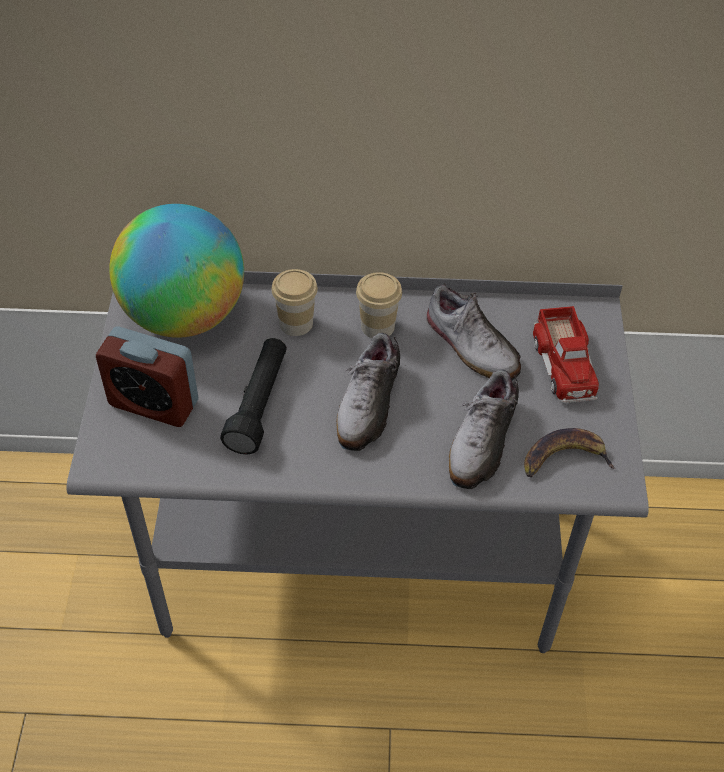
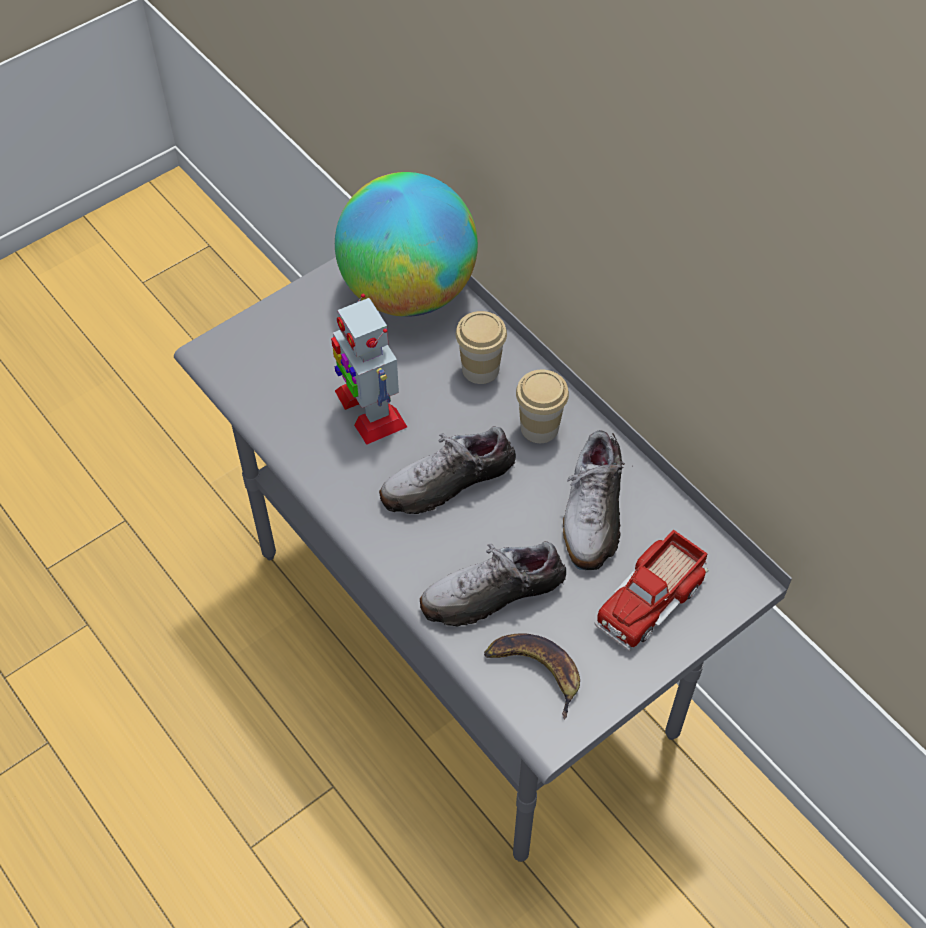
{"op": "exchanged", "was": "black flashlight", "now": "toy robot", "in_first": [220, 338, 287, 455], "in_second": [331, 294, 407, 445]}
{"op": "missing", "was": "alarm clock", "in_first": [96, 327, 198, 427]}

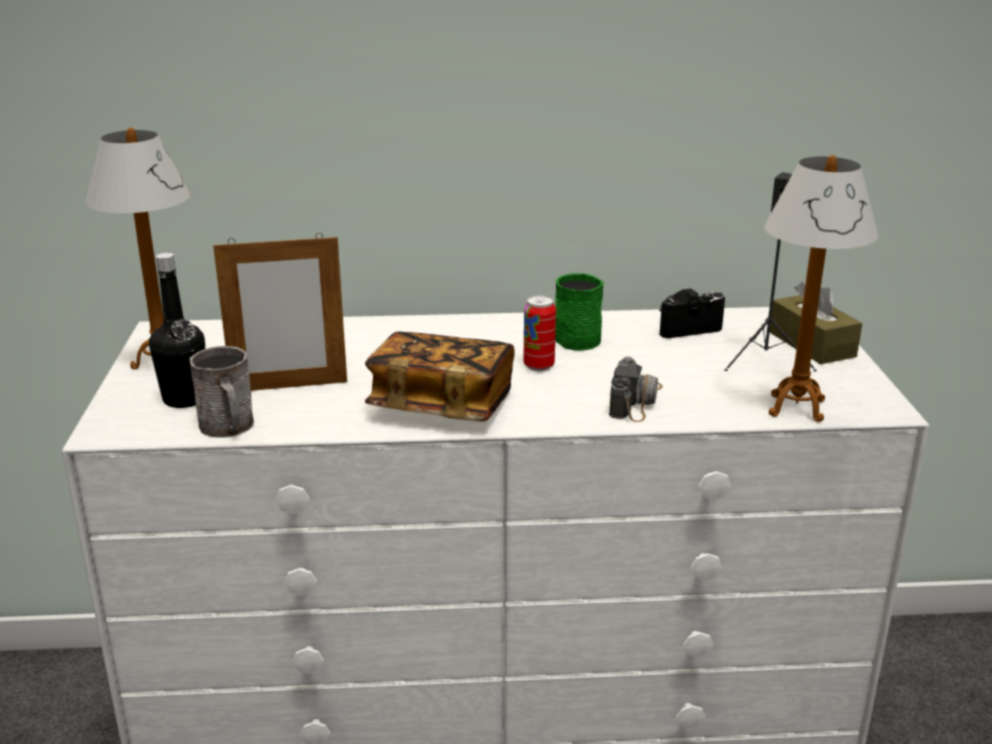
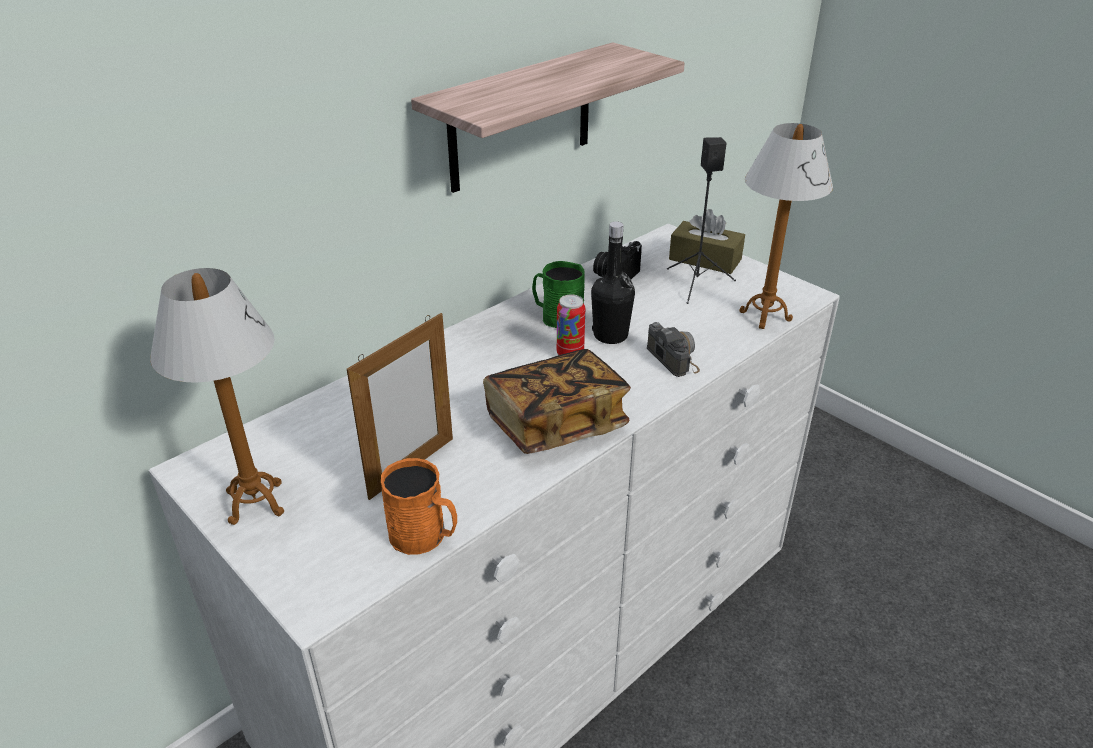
{"op": "colour", "was": "grey mug", "now": "orange mug", "in_first": [190, 346, 254, 438], "in_second": [381, 458, 457, 555]}
{"op": "appeared", "now": "shelf", "in_second": [411, 42, 685, 193]}
{"op": "relocated", "was": "black bottle", "in_first": [149, 253, 205, 408], "in_second": [591, 221, 635, 344]}

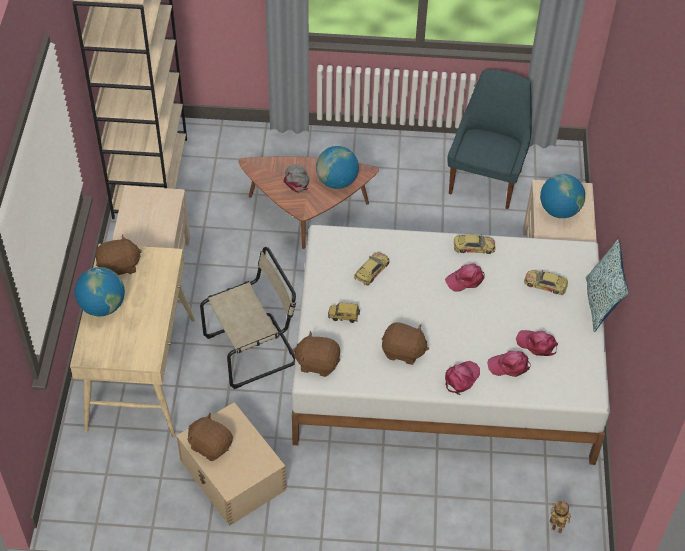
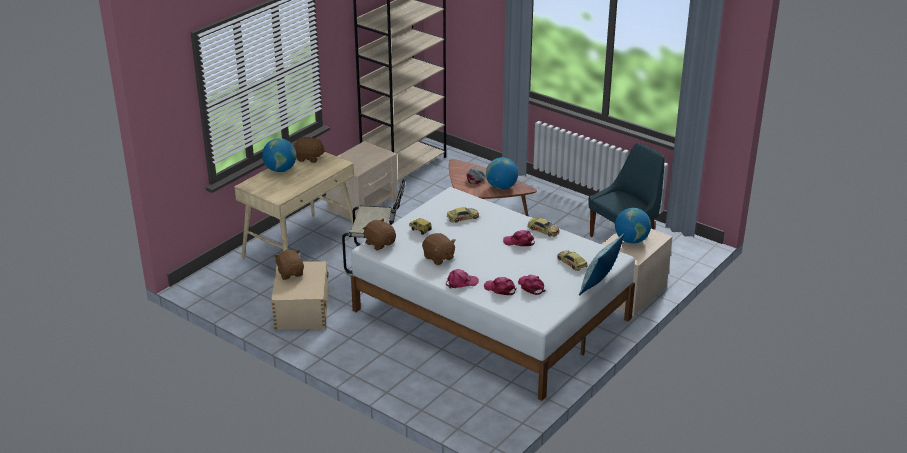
{"op": "missing", "was": "toy robot", "in_first": [550, 501, 571, 533]}

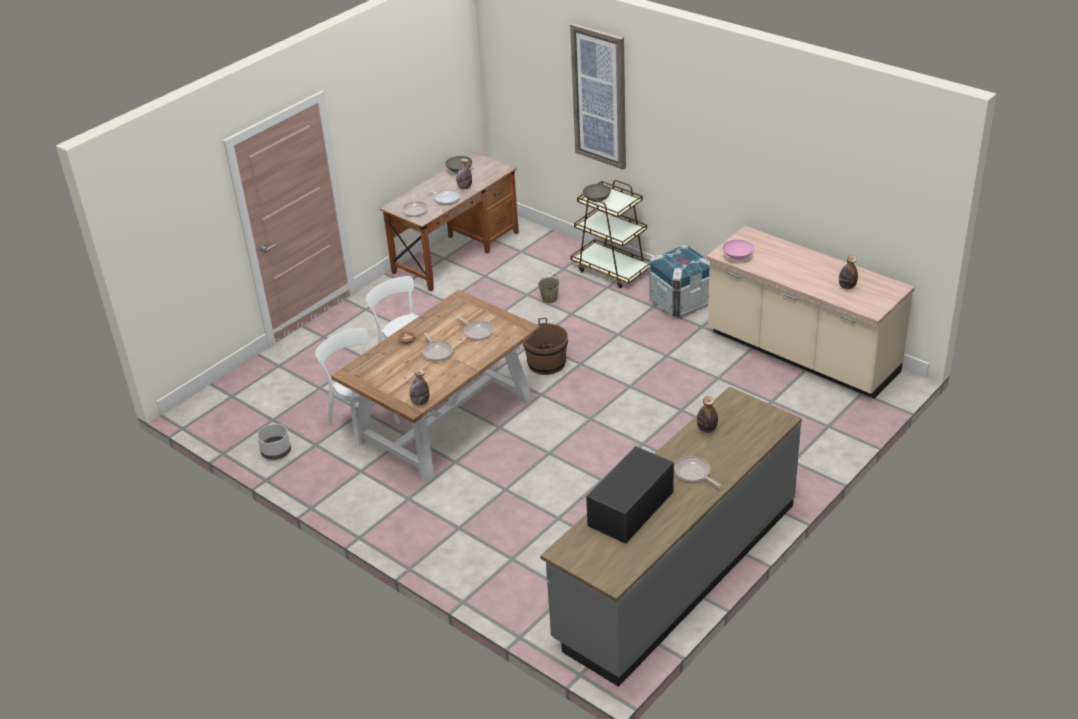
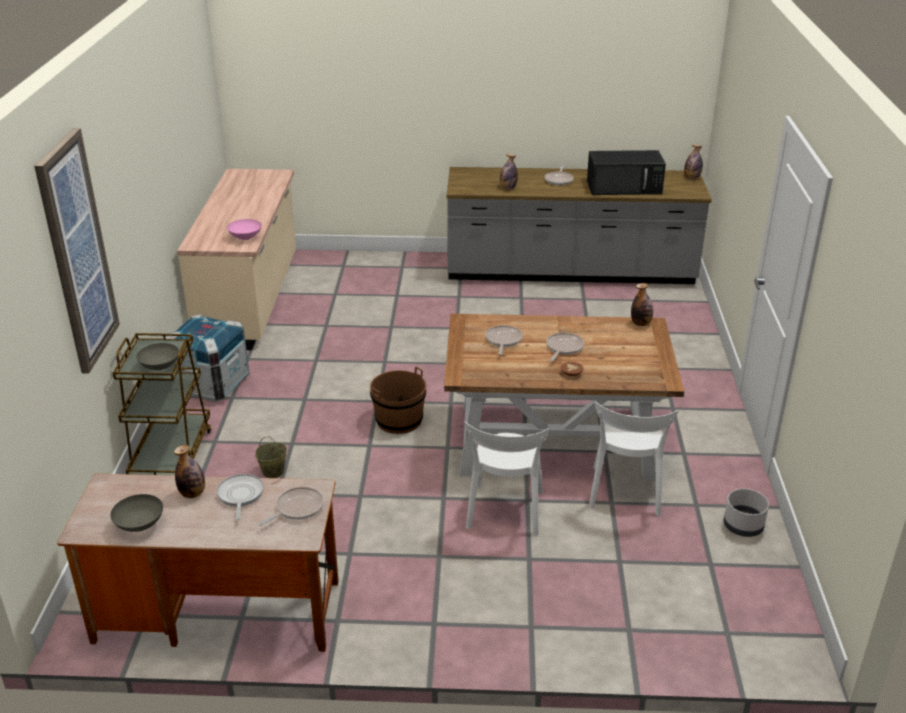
{"op": "relocated", "was": "bottle", "in_first": [839, 256, 858, 290], "in_second": [684, 144, 703, 179]}

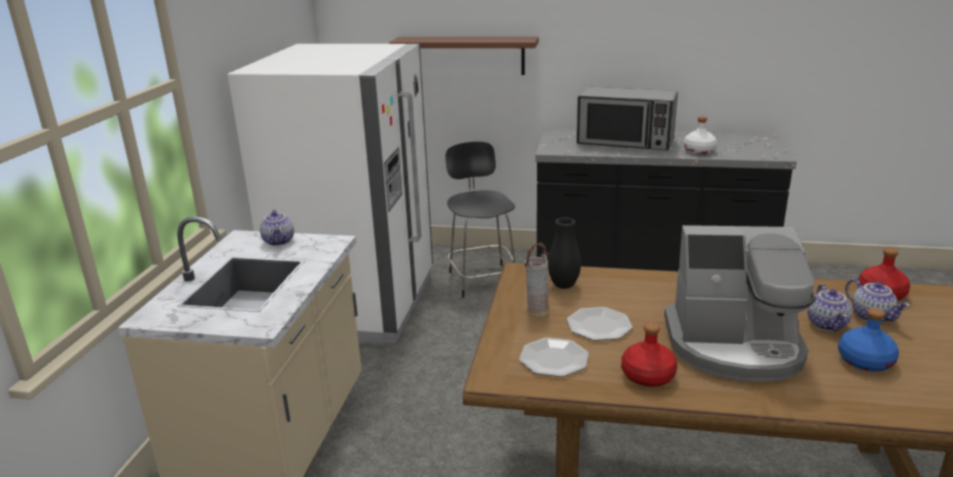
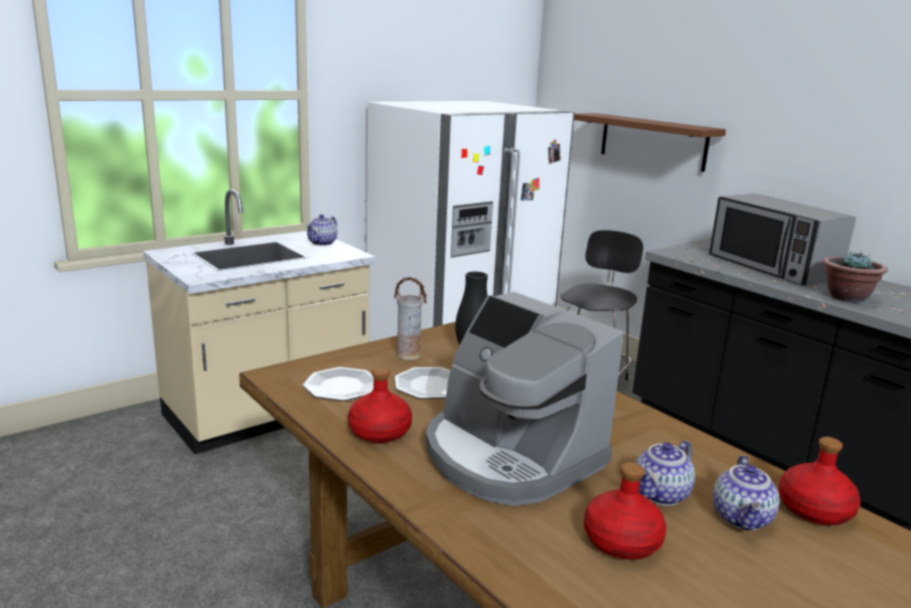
{"op": "colour", "was": "blue bottle", "now": "red bottle", "in_first": [838, 308, 899, 371], "in_second": [584, 462, 666, 560]}
{"op": "exchanged", "was": "white bottle", "now": "potted plant", "in_first": [683, 117, 717, 154], "in_second": [822, 251, 888, 303]}

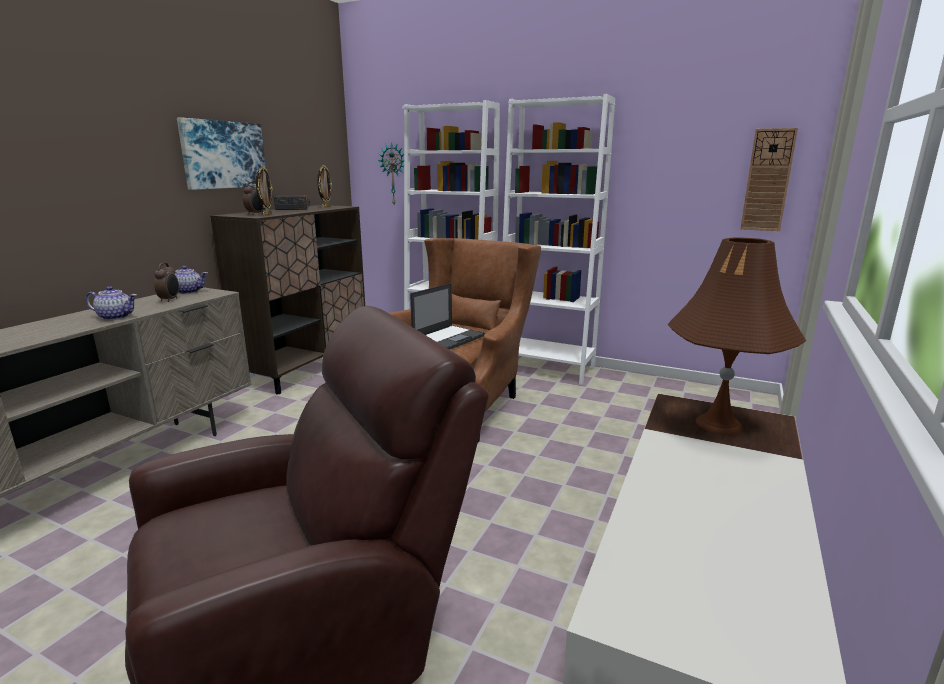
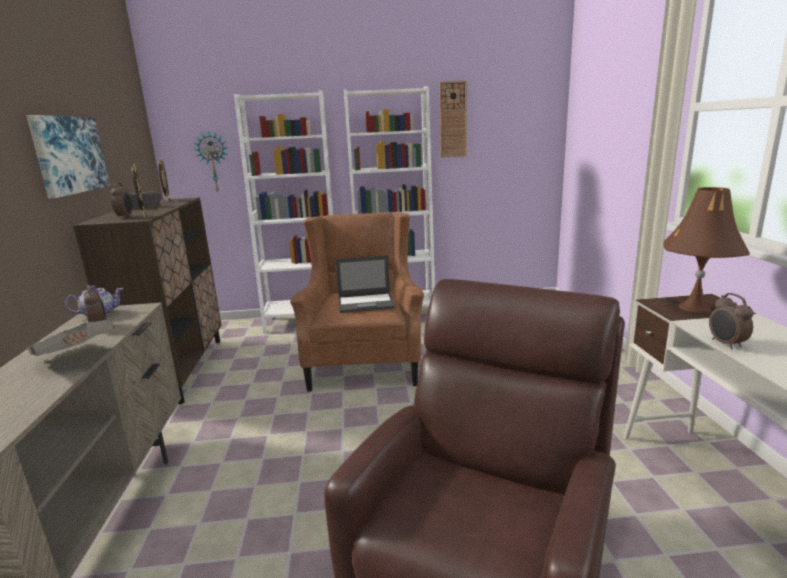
{"op": "exchanged", "was": "teapot", "now": "newspaper", "in_first": [86, 286, 137, 320], "in_second": [26, 320, 115, 356]}
{"op": "spun", "was": "laptop", "in_first": [410, 283, 486, 350], "in_second": [336, 255, 395, 313], "clockwise": 75}
{"op": "relocated", "was": "wall clock", "in_first": [740, 128, 798, 231], "in_second": [439, 81, 467, 158]}
{"op": "appeared", "now": "alarm clock", "in_second": [709, 293, 754, 349]}

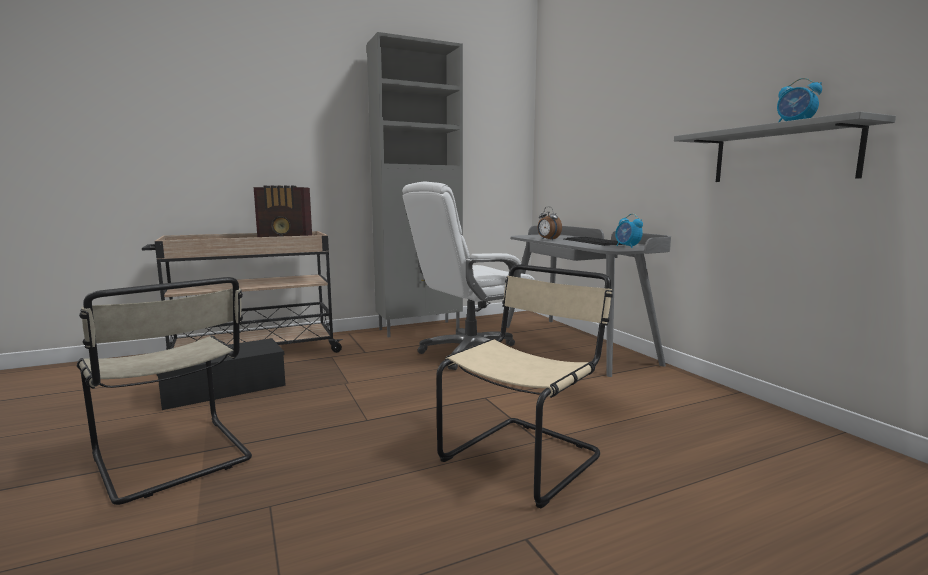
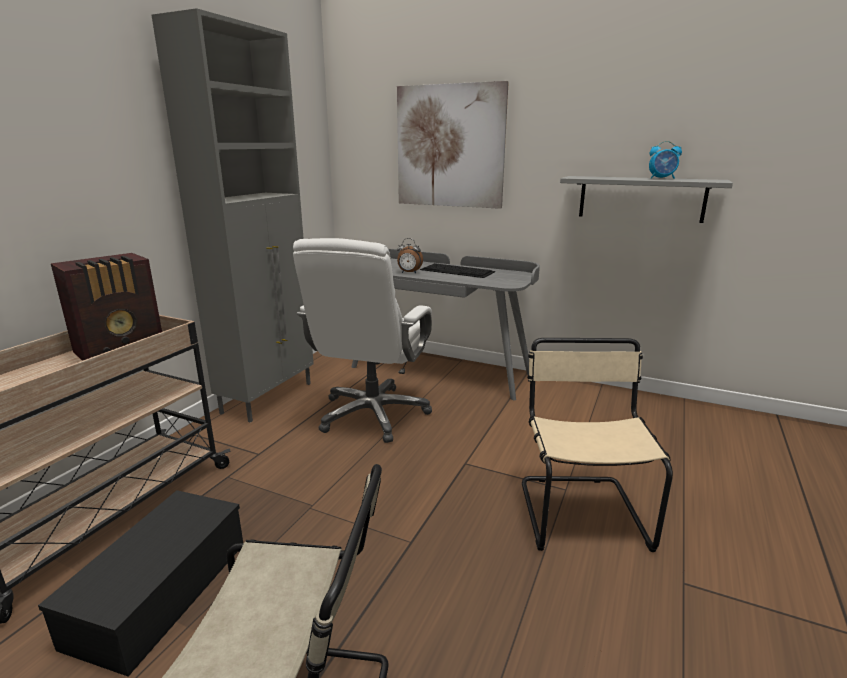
{"op": "appeared", "now": "picture", "in_second": [397, 81, 509, 209]}
{"op": "missing", "was": "alarm clock", "in_first": [615, 214, 643, 248]}

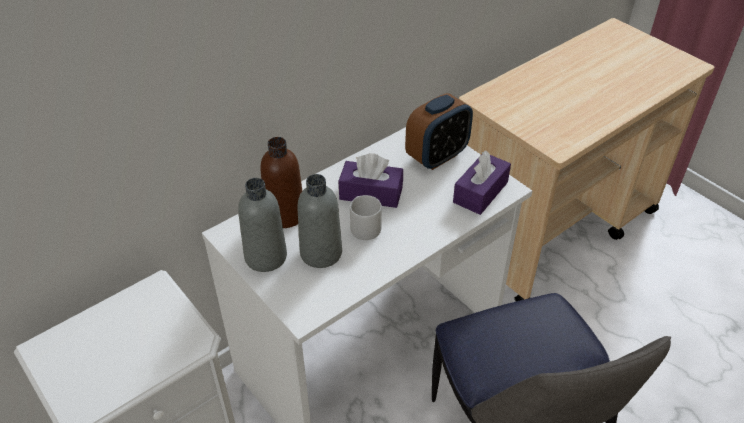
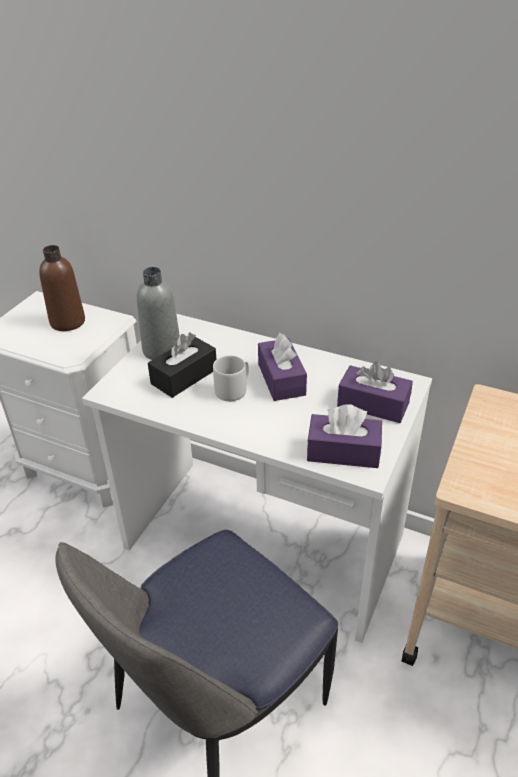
{"op": "relocated", "was": "brown bottle", "in_first": [260, 137, 302, 228], "in_second": [39, 245, 85, 331]}
{"op": "exchanged", "was": "grey bottle", "now": "black tissue box", "in_first": [297, 174, 342, 268], "in_second": [148, 332, 216, 398]}
{"op": "exchanged", "was": "alarm clock", "now": "purple tissue box", "in_first": [405, 93, 473, 170], "in_second": [337, 361, 413, 423]}

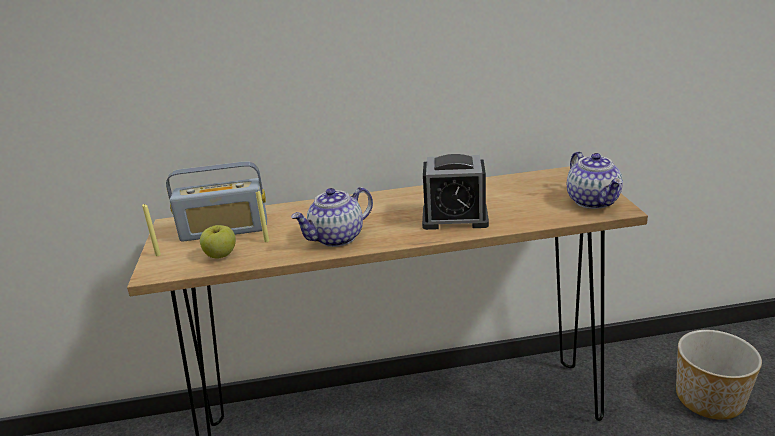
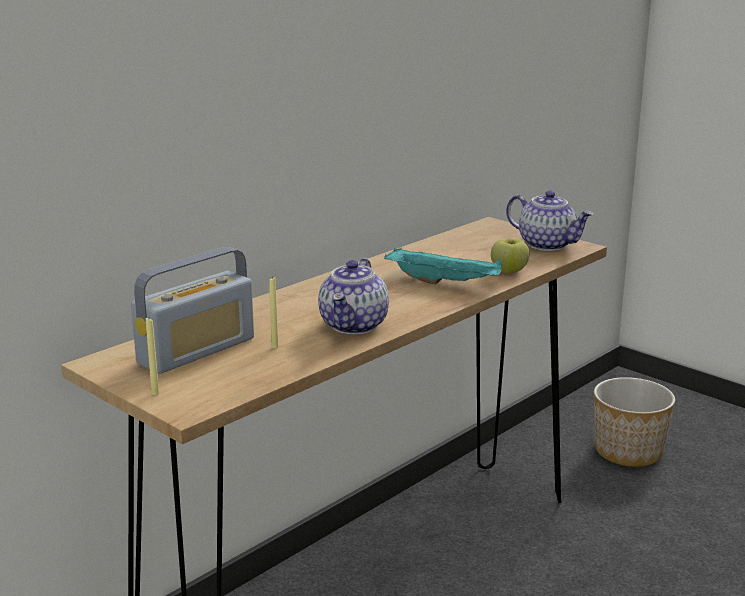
{"op": "exchanged", "was": "alarm clock", "now": "turquoise tray", "in_first": [422, 154, 489, 230], "in_second": [384, 247, 502, 285]}
{"op": "relocated", "was": "apple", "in_first": [200, 225, 236, 258], "in_second": [491, 238, 529, 273]}

